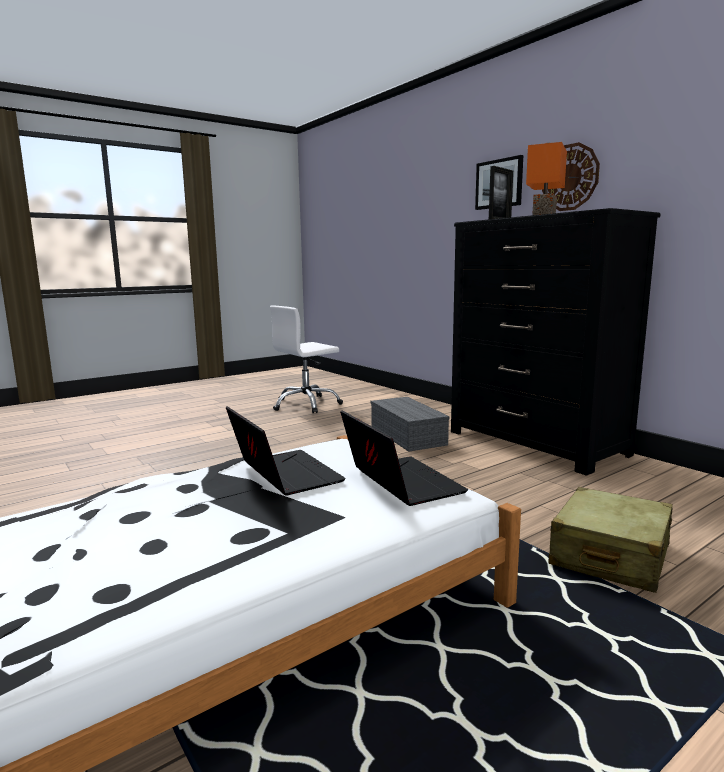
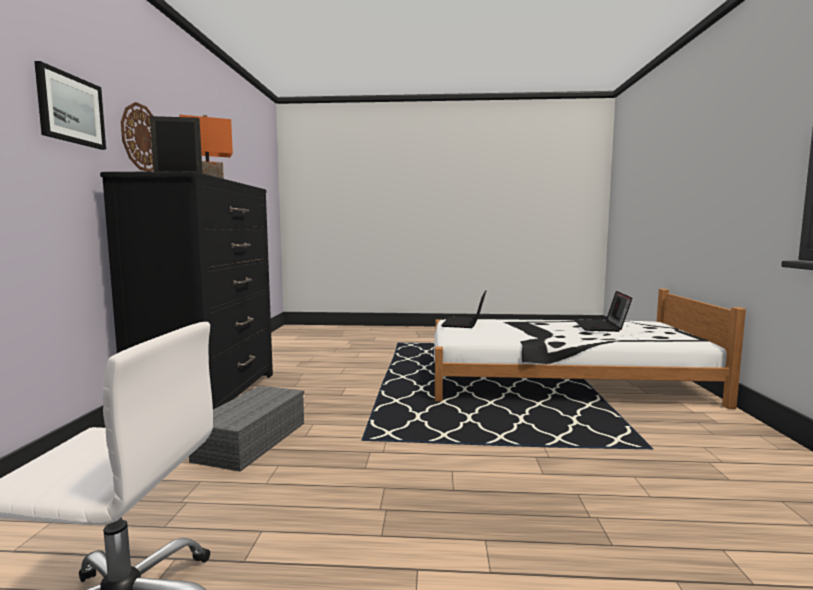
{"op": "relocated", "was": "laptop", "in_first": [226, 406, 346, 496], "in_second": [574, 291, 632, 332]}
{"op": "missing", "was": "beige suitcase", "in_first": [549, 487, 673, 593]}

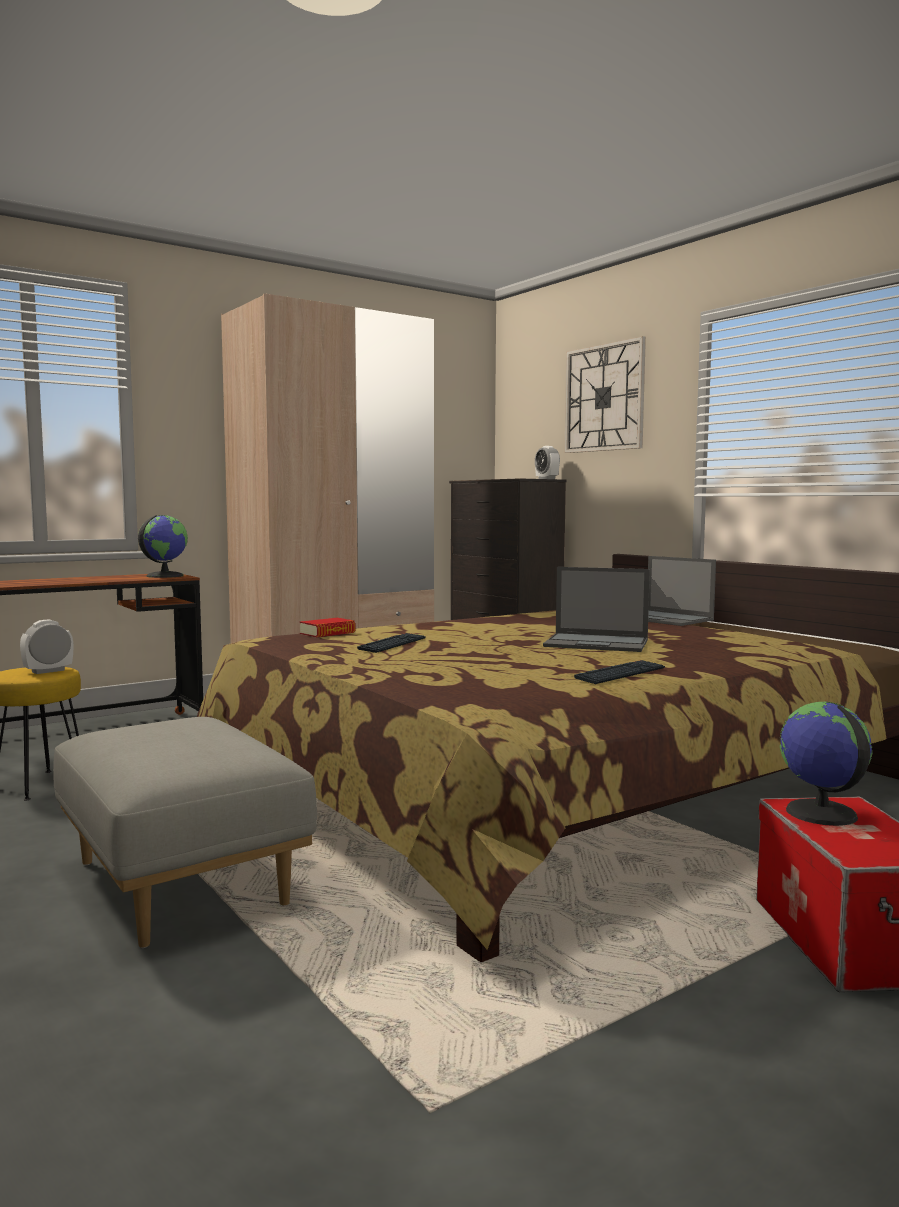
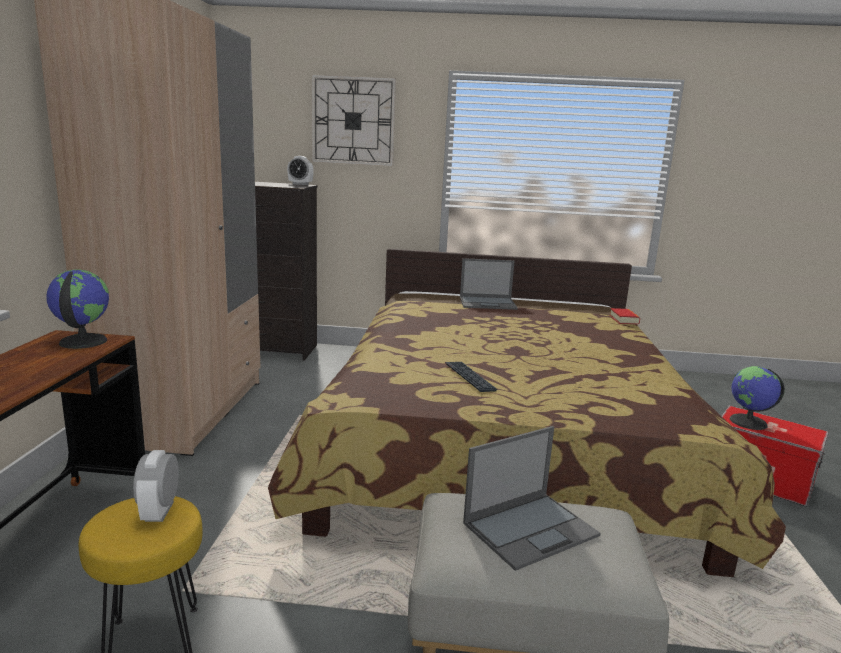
{"op": "relocated", "was": "laptop", "in_first": [543, 567, 650, 652], "in_second": [463, 426, 601, 571]}
{"op": "relocated", "was": "book", "in_first": [300, 618, 356, 637], "in_second": [609, 308, 640, 325]}
{"op": "missing", "was": "keyboard", "in_first": [574, 660, 665, 684]}

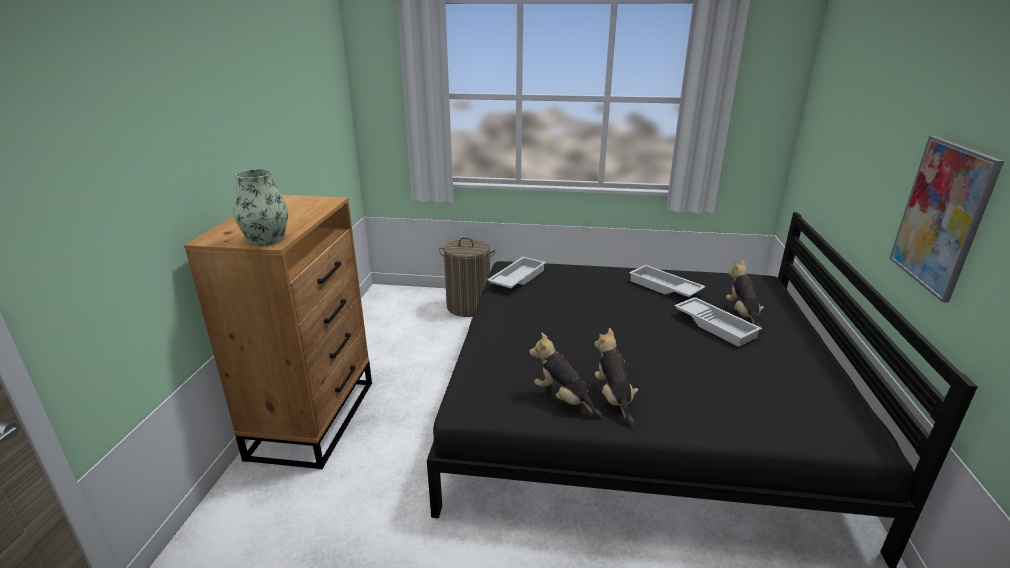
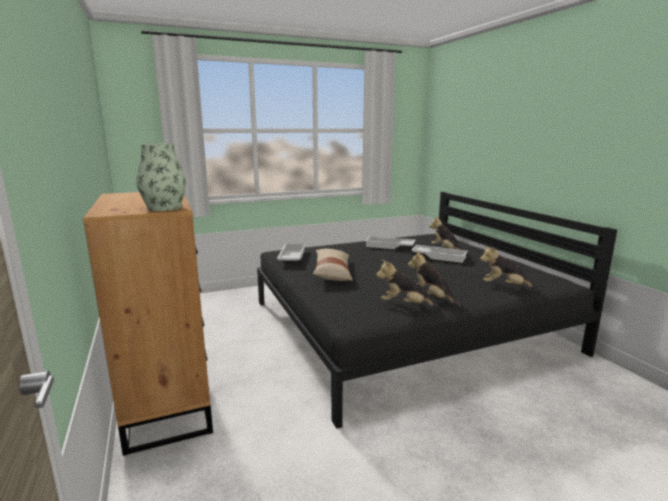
{"op": "appeared", "now": "beige pillow", "in_second": [313, 249, 353, 281]}
{"op": "appeared", "now": "plush toy", "in_second": [480, 245, 537, 289]}
{"op": "missing", "was": "laundry basket", "in_first": [439, 237, 496, 317]}
{"op": "missing", "was": "picture", "in_first": [889, 136, 1004, 303]}

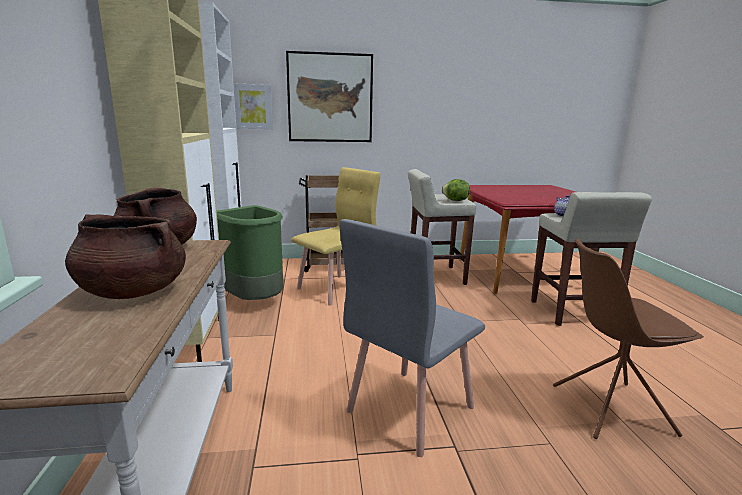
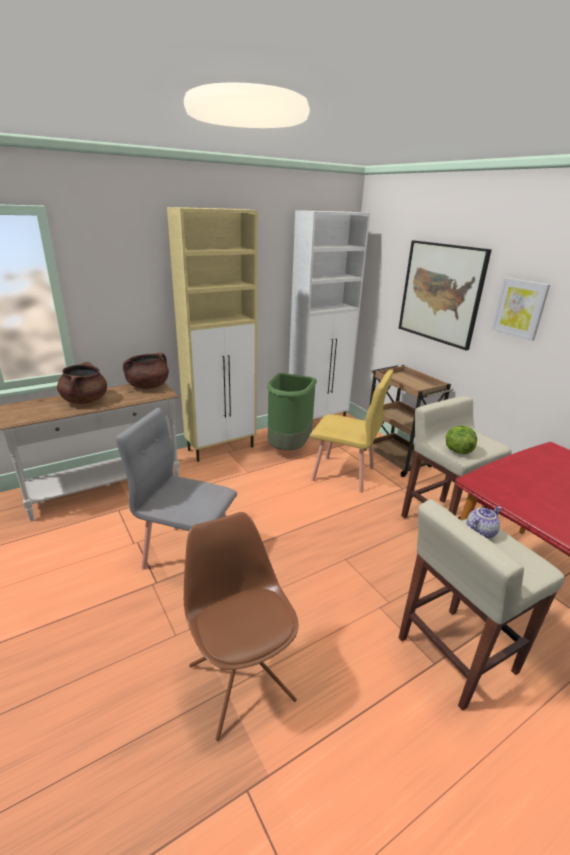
{"op": "relocated", "was": "picture", "in_first": [233, 84, 273, 129], "in_second": [491, 277, 550, 341]}

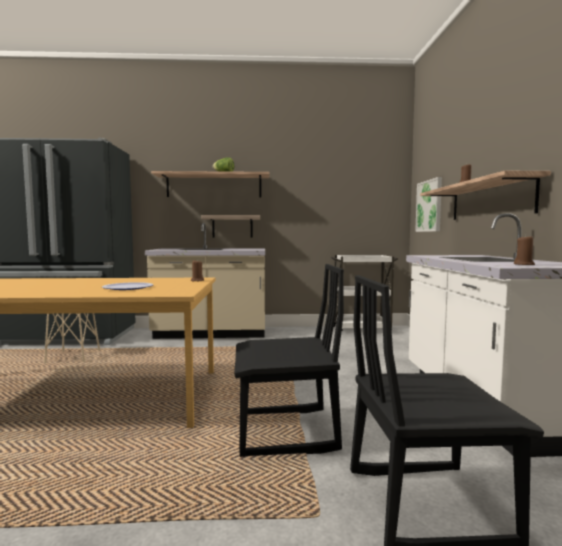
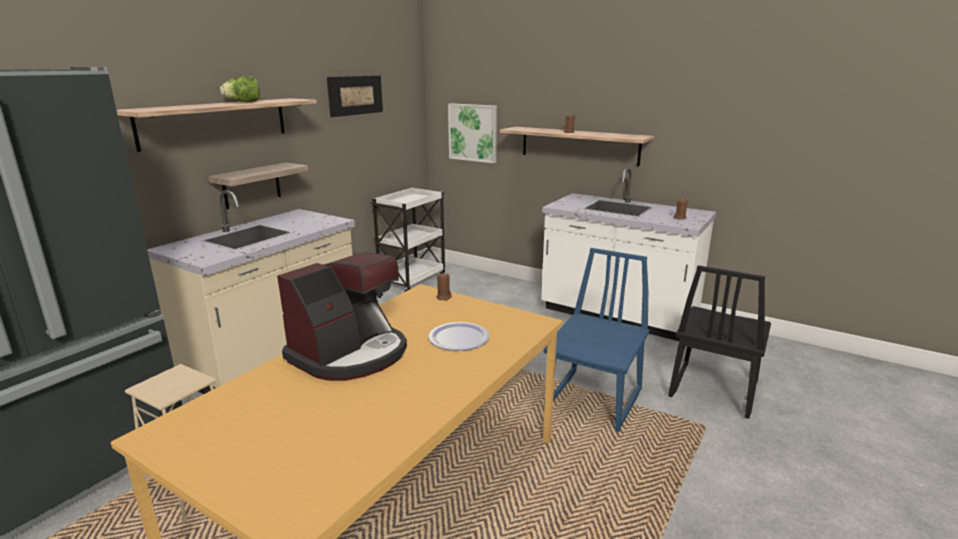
{"op": "appeared", "now": "coffee machine", "in_second": [277, 252, 407, 381]}
{"op": "appeared", "now": "picture", "in_second": [327, 76, 383, 117]}
{"op": "colour", "was": "black chair", "now": "blue chair", "in_first": [234, 264, 344, 457], "in_second": [544, 248, 649, 432]}

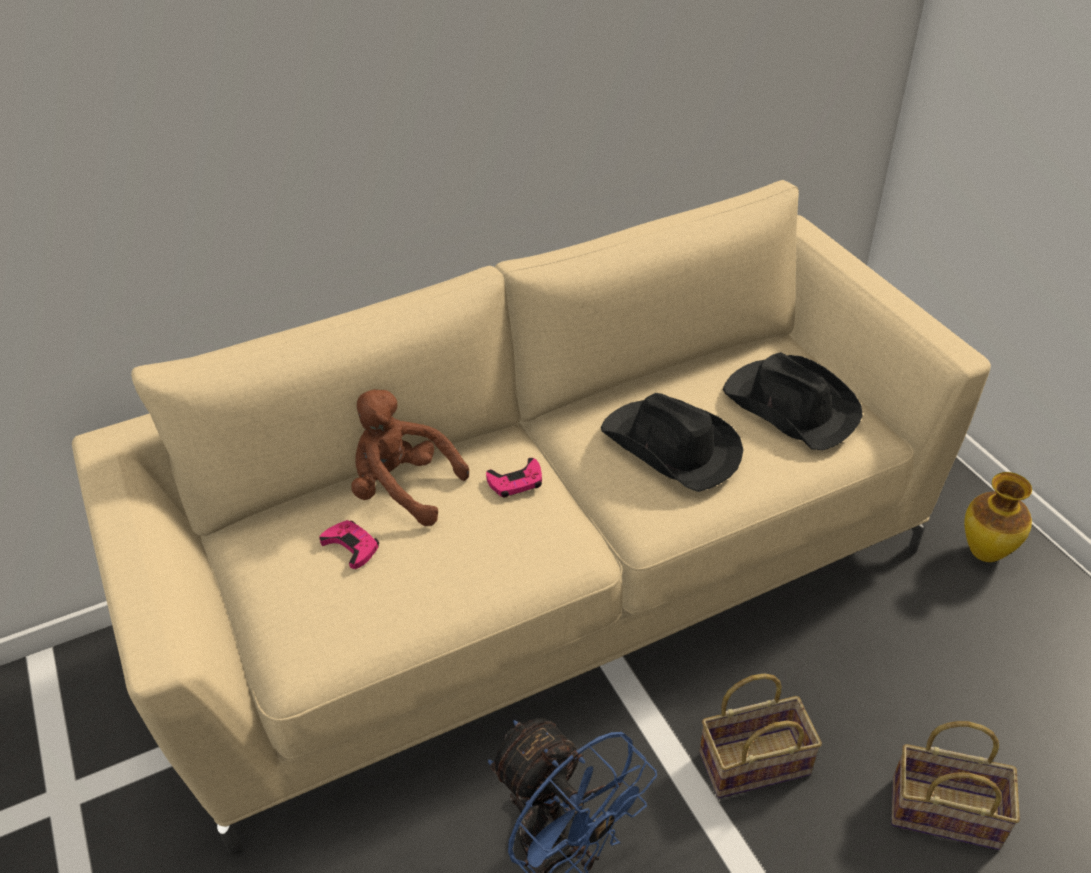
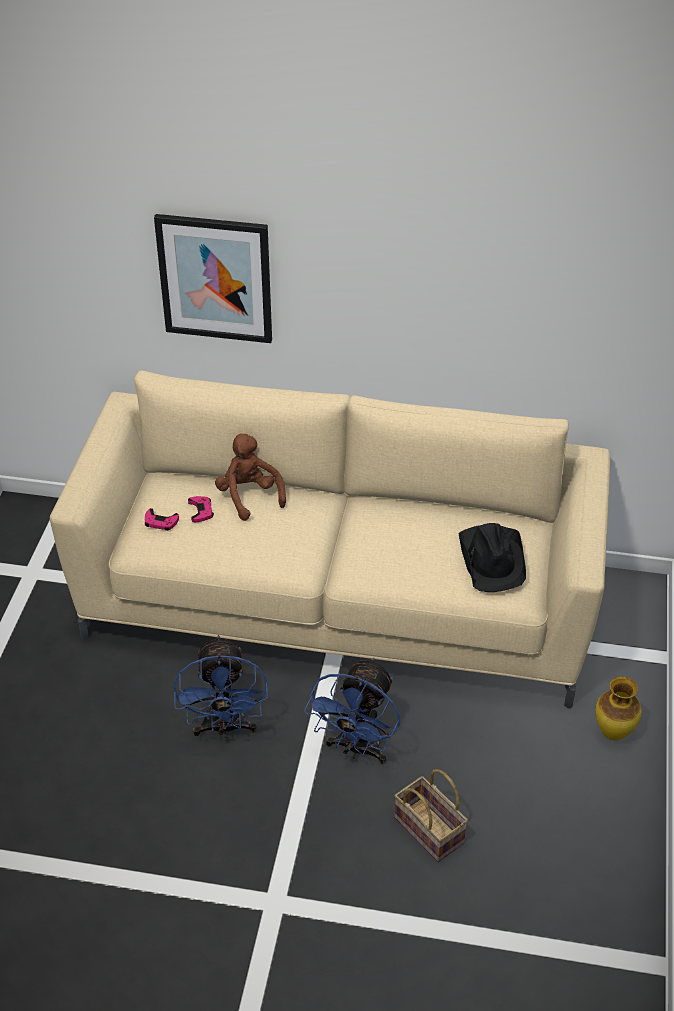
{"op": "relocated", "was": "pink game controller", "in_first": [486, 458, 542, 497], "in_second": [145, 508, 179, 531]}
{"op": "appeared", "now": "picture", "in_second": [154, 214, 272, 343]}
{"op": "exchanged", "was": "basket", "now": "blue fan", "in_first": [699, 673, 822, 798], "in_second": [304, 658, 400, 765]}
{"op": "missing", "was": "black hat", "in_first": [601, 393, 743, 492]}

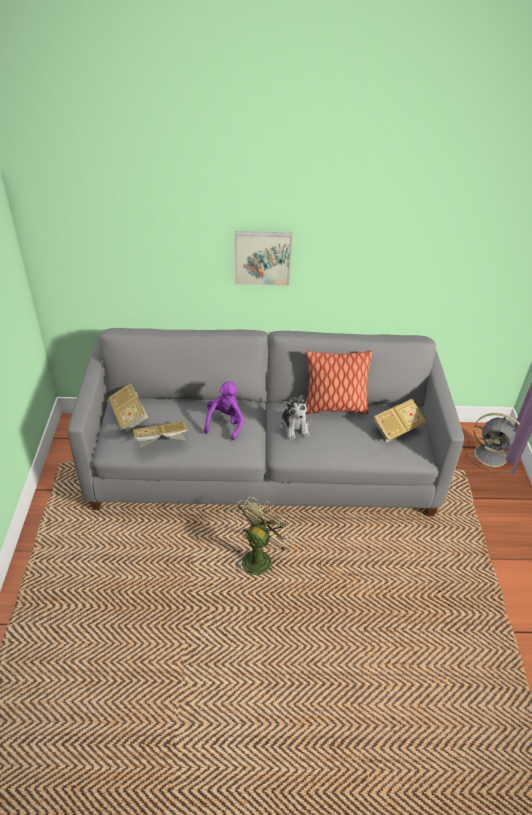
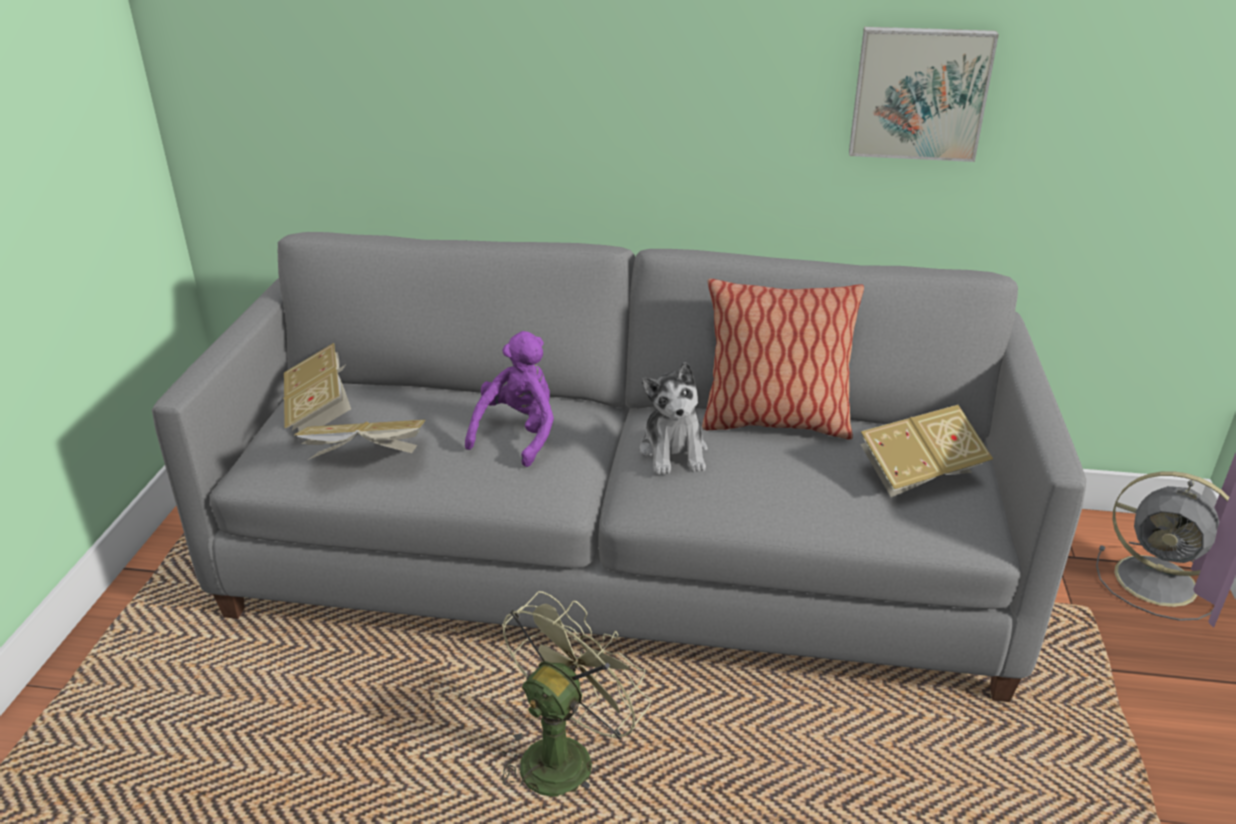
{"op": "relocated", "was": "picture", "in_first": [235, 231, 292, 286], "in_second": [849, 27, 999, 162]}

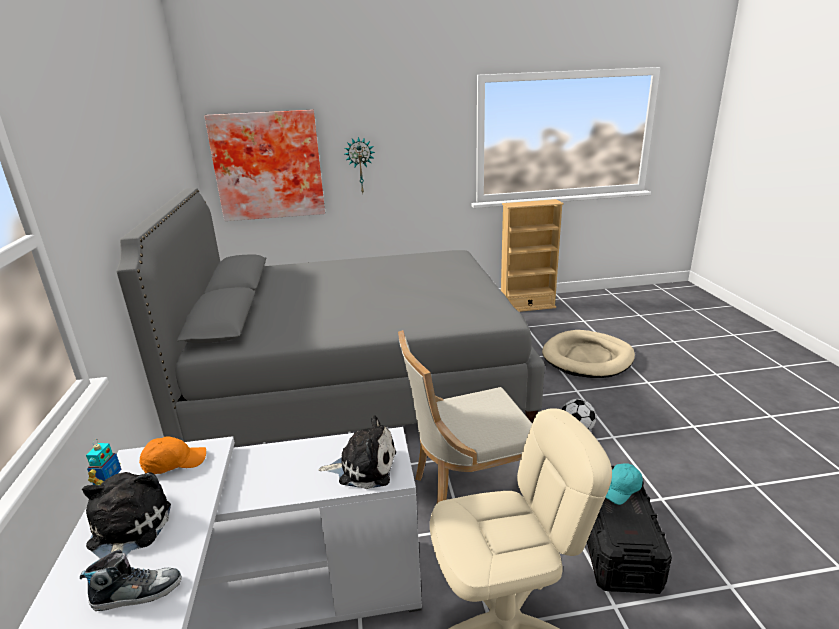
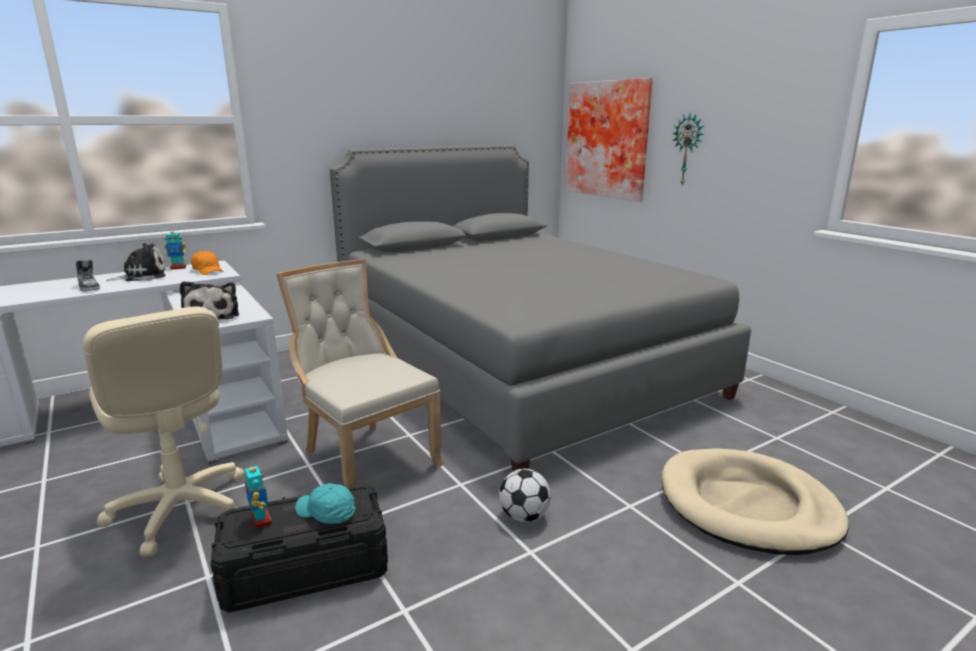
{"op": "appeared", "now": "toy robot", "in_second": [245, 461, 272, 529]}
{"op": "missing", "was": "beige bookcase", "in_first": [501, 199, 564, 312]}

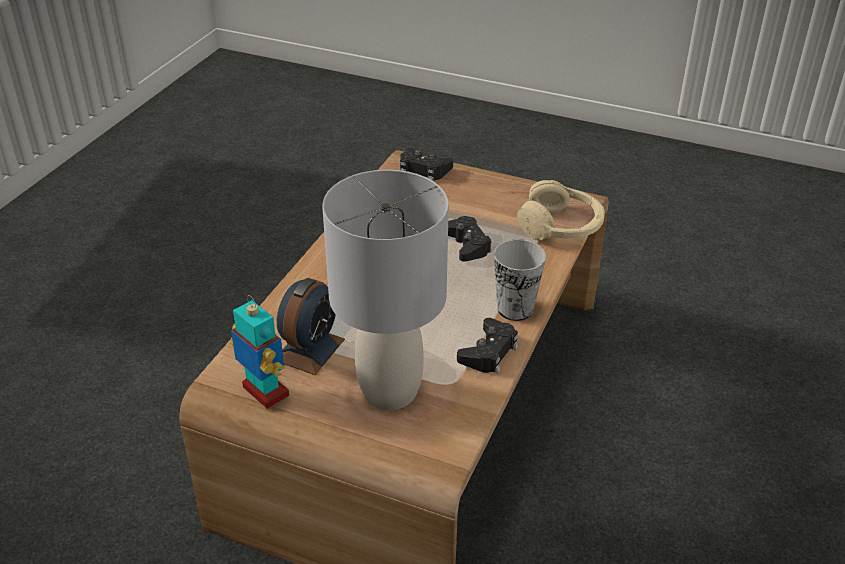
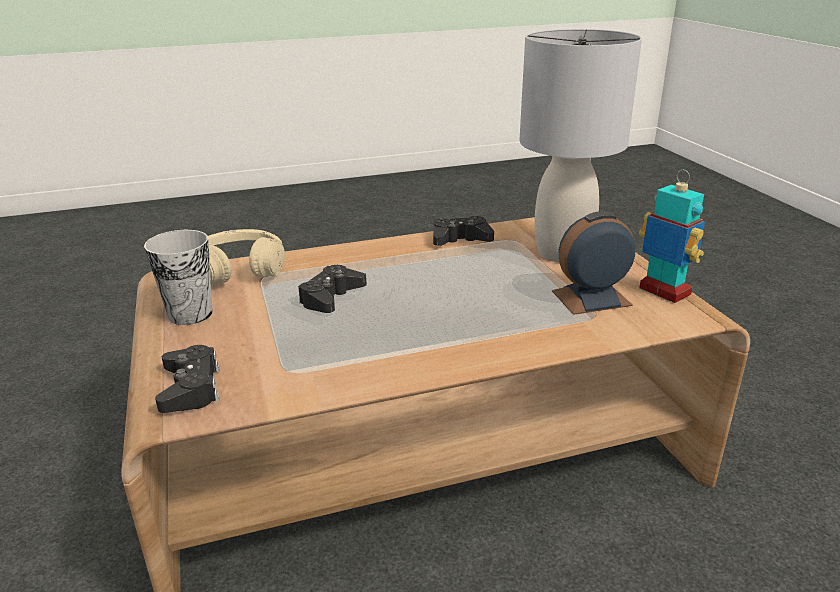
{"op": "relocated", "was": "cup", "in_first": [494, 239, 546, 321], "in_second": [144, 230, 213, 325]}
{"op": "spun", "was": "toy robot", "in_first": [230, 295, 289, 409], "in_second": [639, 170, 705, 303], "clockwise": 135}

